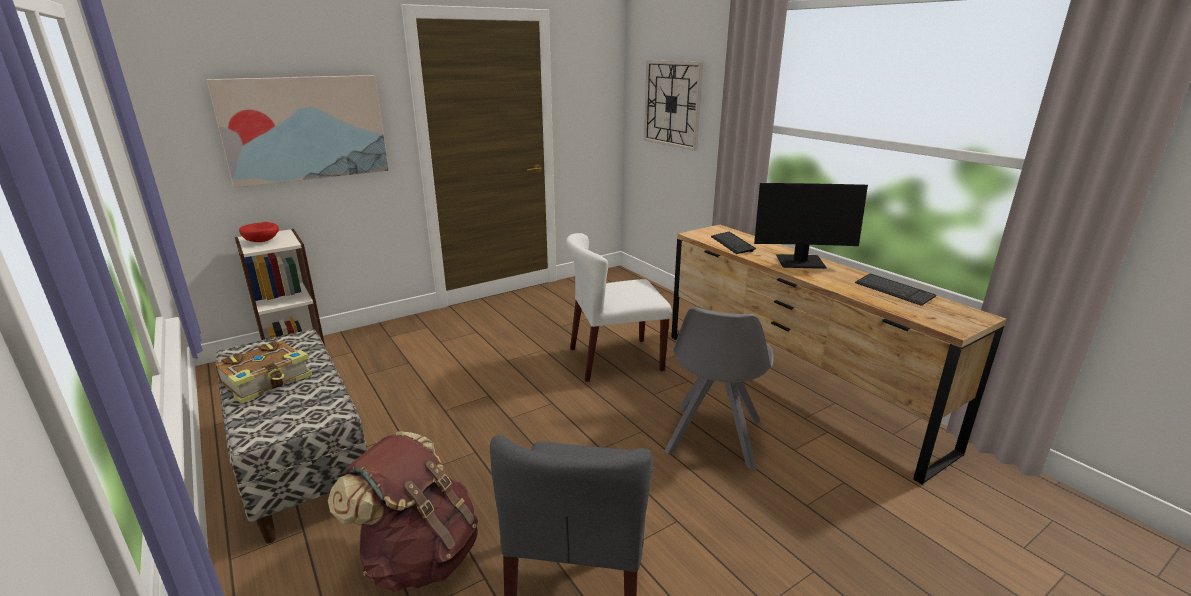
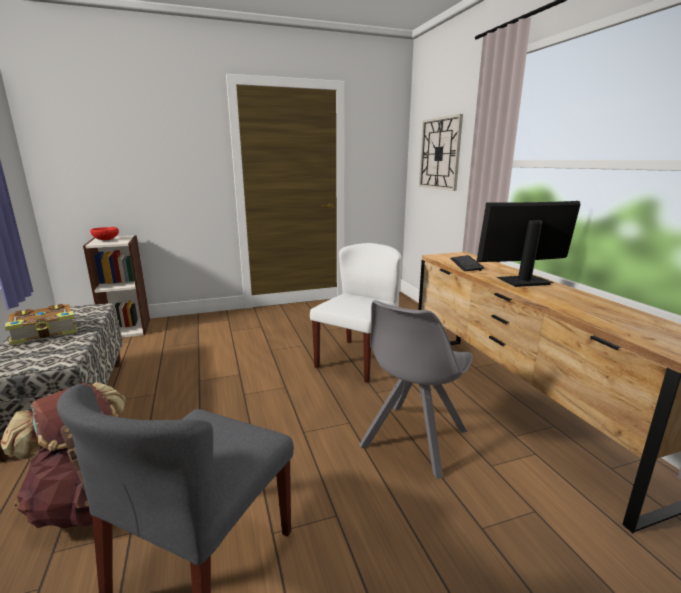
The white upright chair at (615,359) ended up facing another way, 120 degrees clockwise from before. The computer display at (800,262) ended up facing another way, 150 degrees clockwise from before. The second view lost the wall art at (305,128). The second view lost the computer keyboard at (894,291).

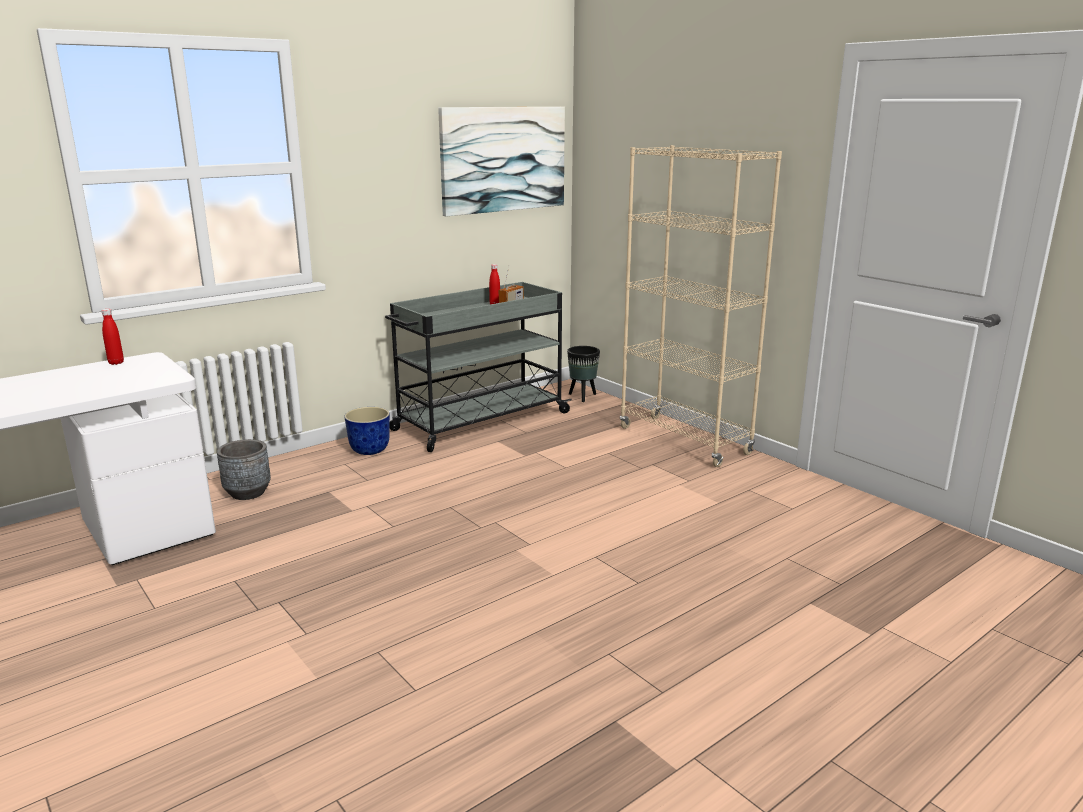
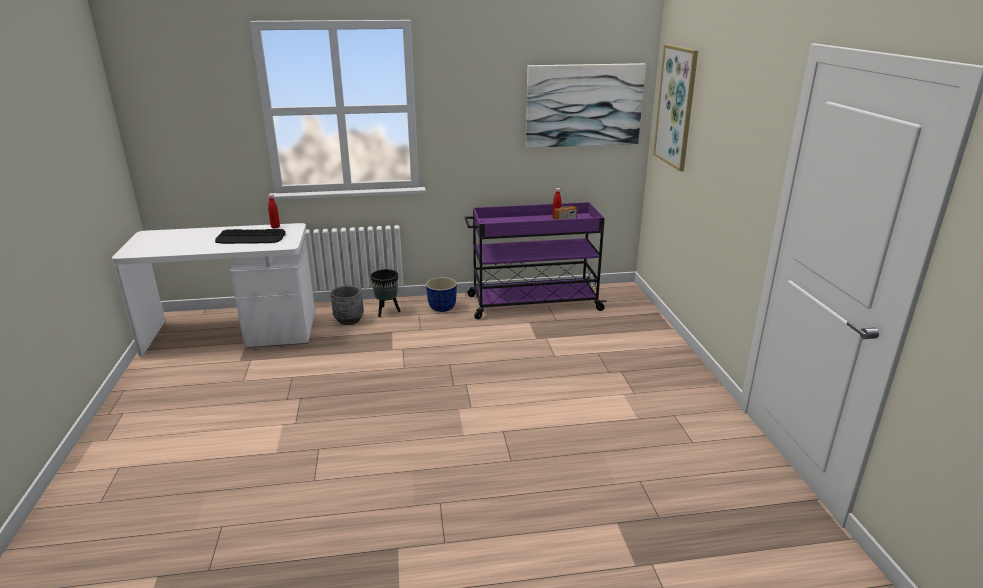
The second view gained the computer keyboard at (251,238). The black plant pot ended up elsewhere, having gone from (582,397) to (387,312). What was the gray trolley at (479,421) turned into the purple-coloured trolley at (532,303). The second view gained the wall art at (676,107). The second view lost the sand-coloured shelving unit at (684,441).

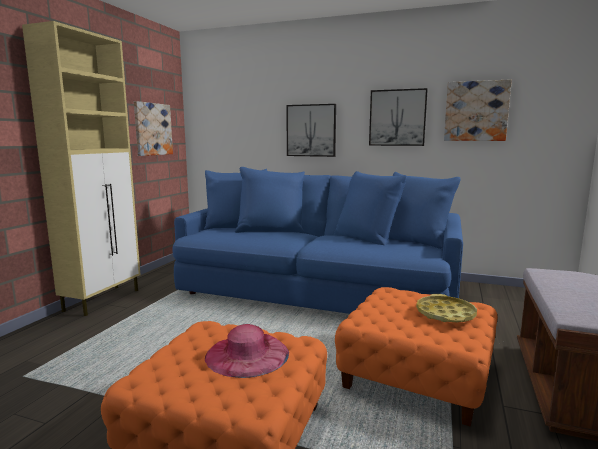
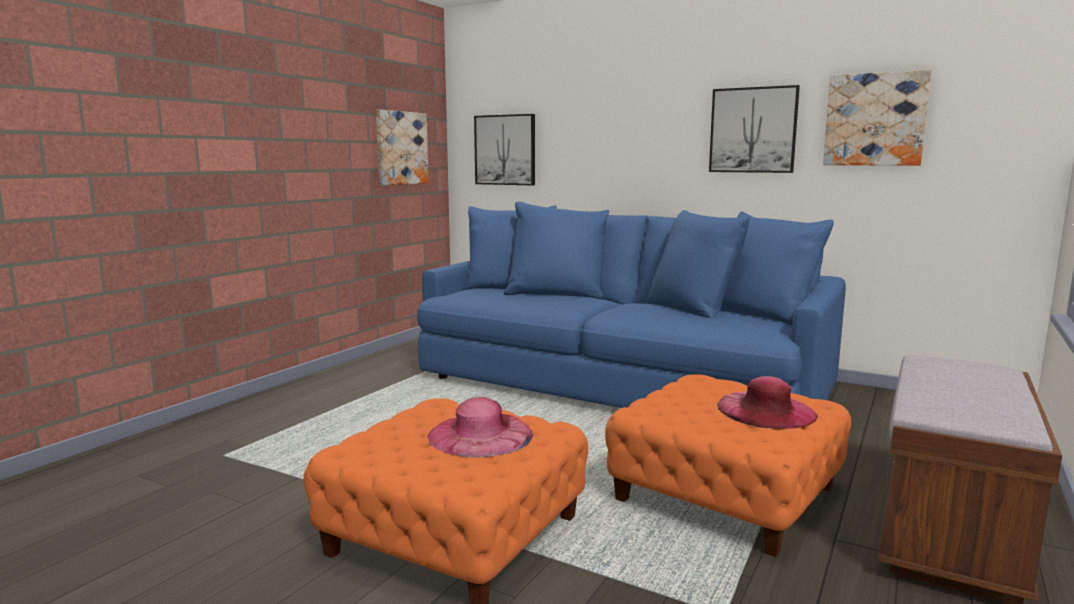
The wall art ended up elsewhere, having gone from (311,130) to (505,150). Where the yellowish carrying tray stood at (445,314), the pink wearable hat came to stand at (766,410). The second view lost the sand-coloured cupboard at (103,300).

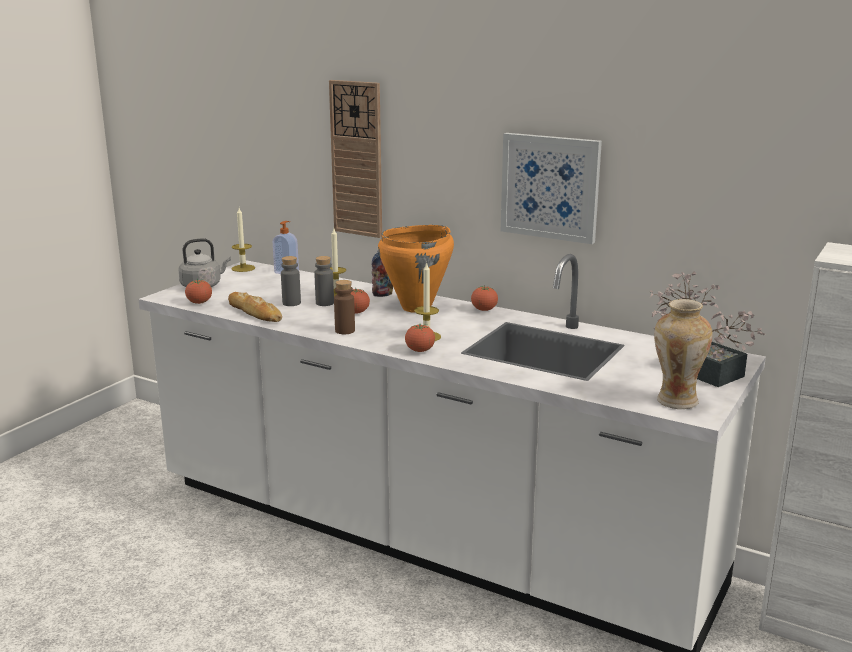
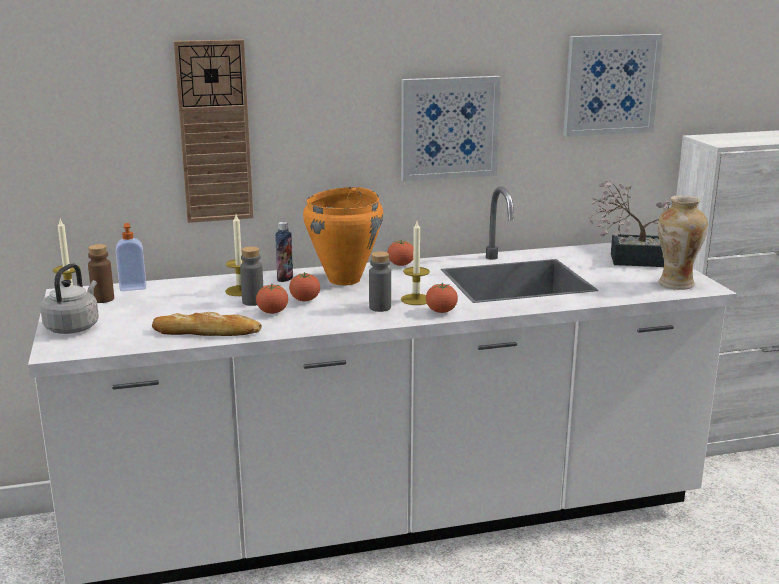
The brownish drink bottle ended up elsewhere, having gone from (345,331) to (103,299). The whole tomato ended up elsewhere, having gone from (199,303) to (272,312). The gray drink bottle ended up elsewhere, having gone from (291,303) to (380,307). The second view gained the wall art at (610,84).

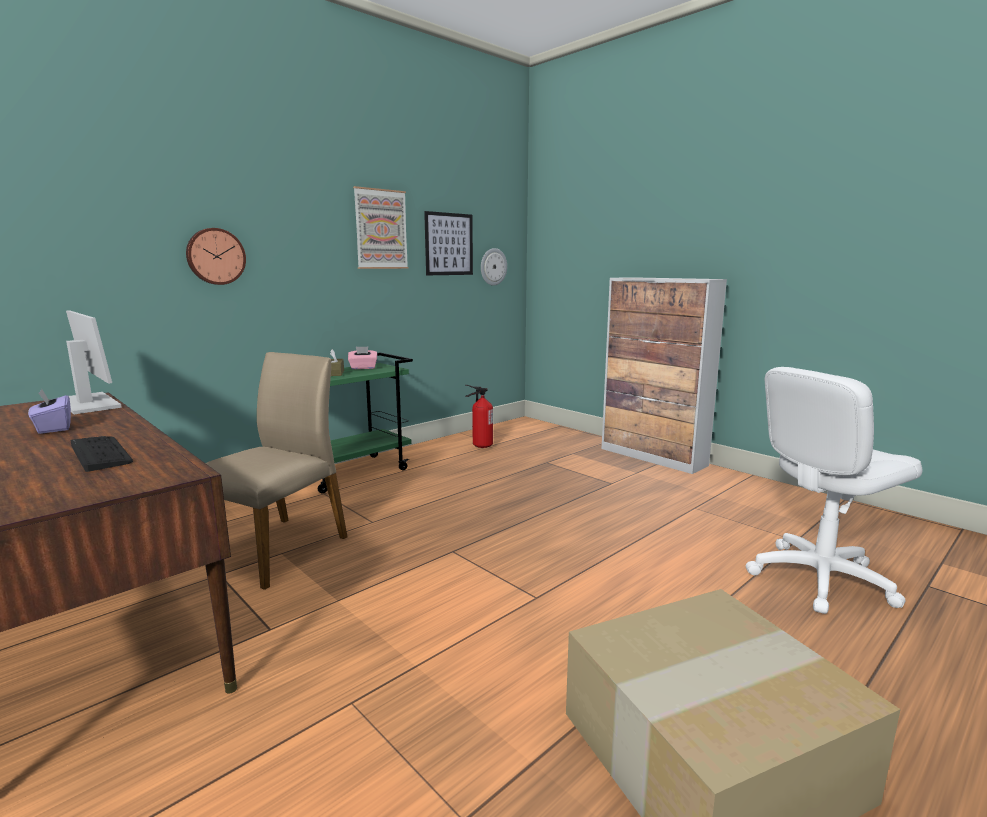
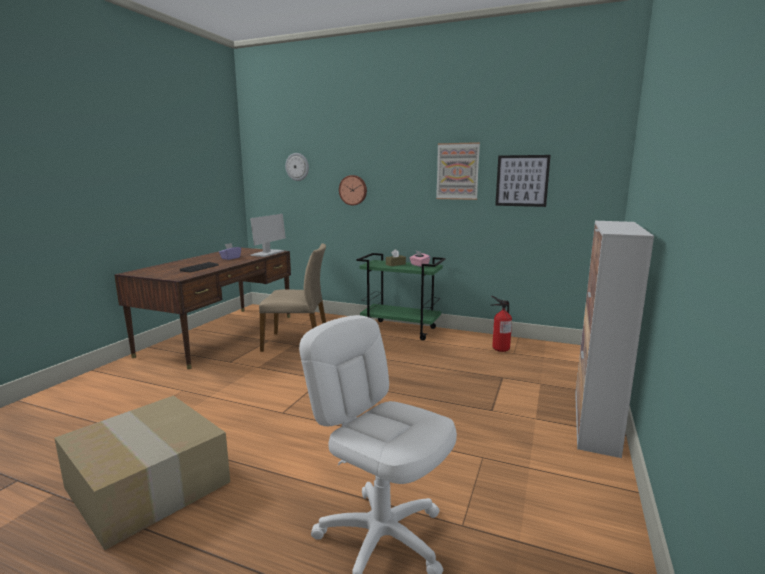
The clock on the wall ended up elsewhere, having gone from (493,267) to (297,167).

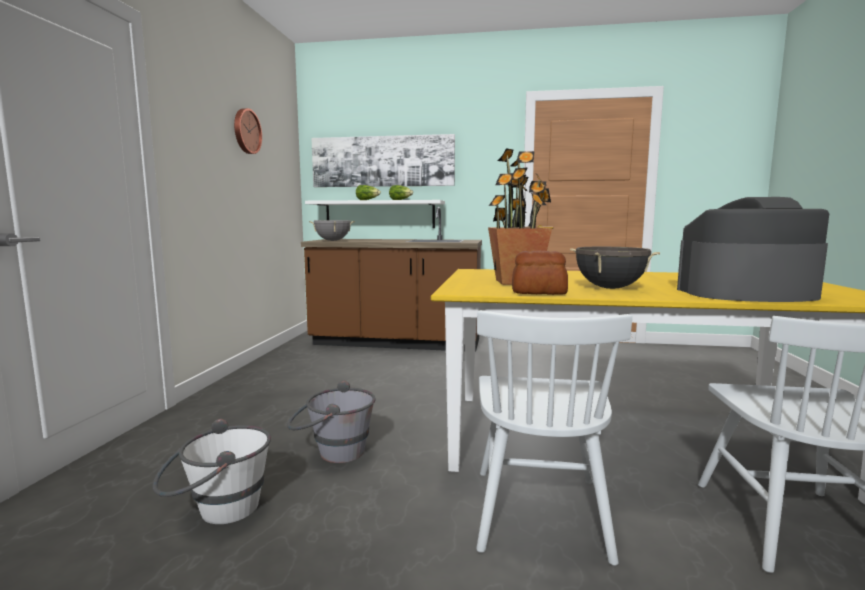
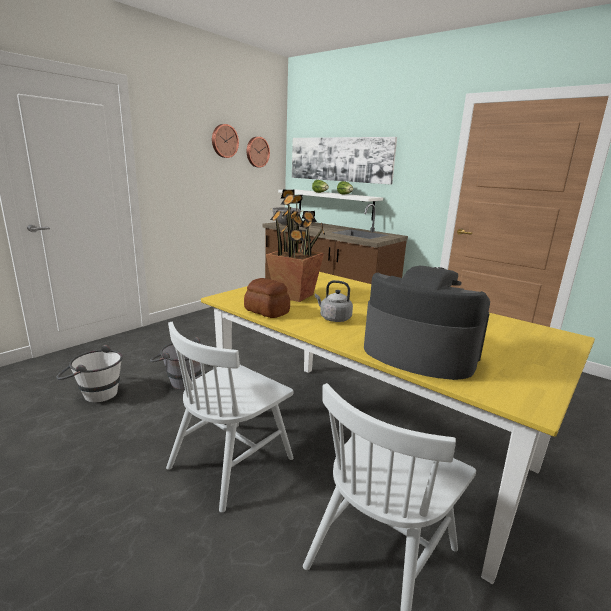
The second view gained the clock on the wall at (257,152). Where the black cooking pot stood at (610,288), the gray kettle came to stand at (333,318).

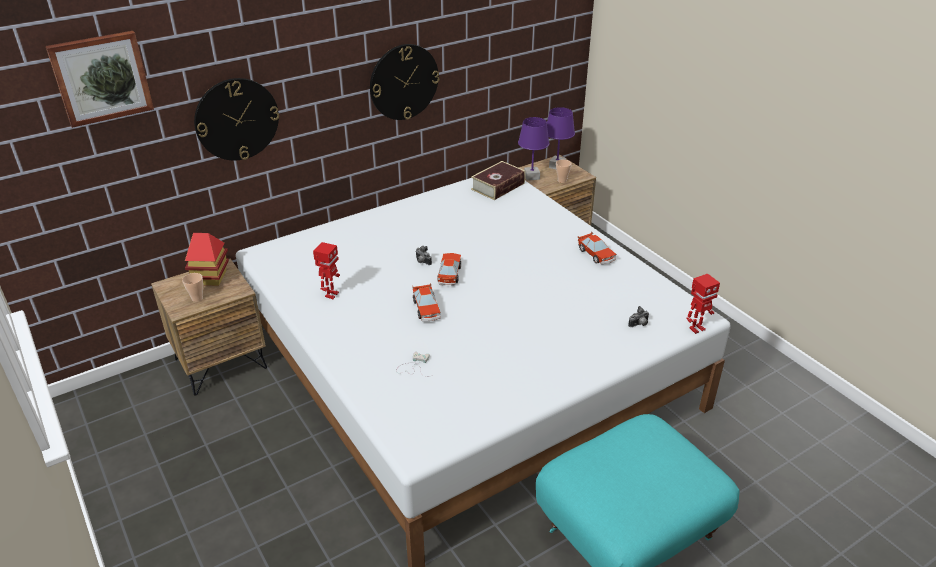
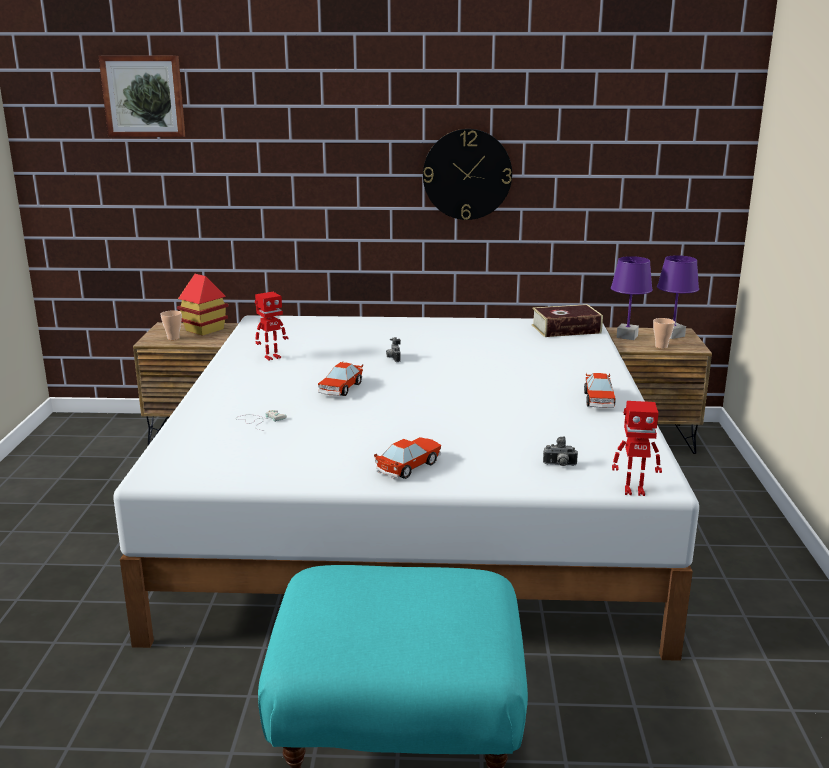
The miniature car ended up elsewhere, having gone from (449,274) to (409,466). The second view lost the clock on the wall at (236,119).

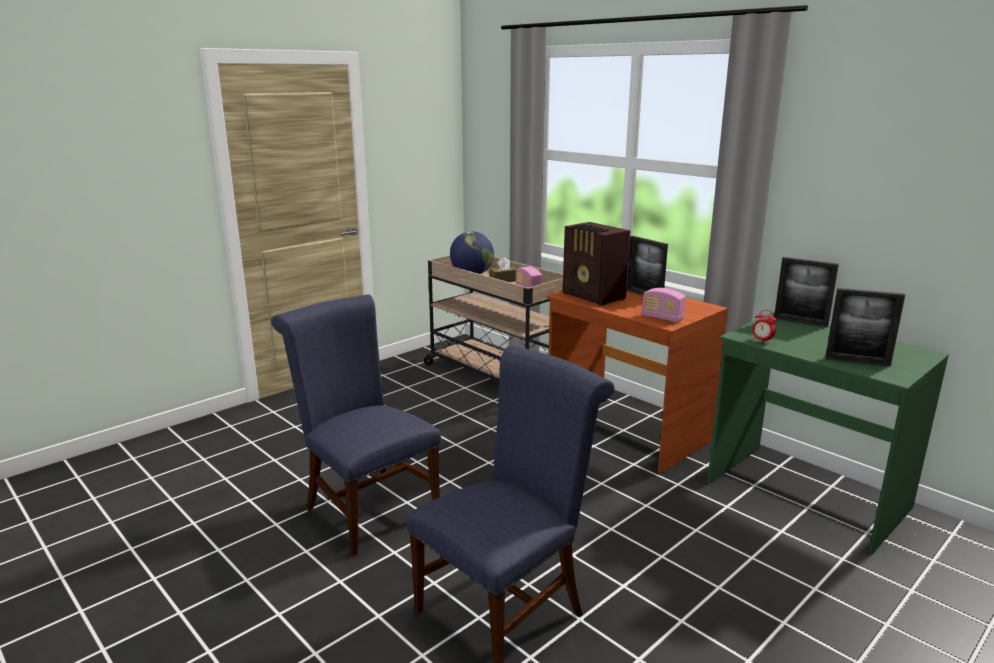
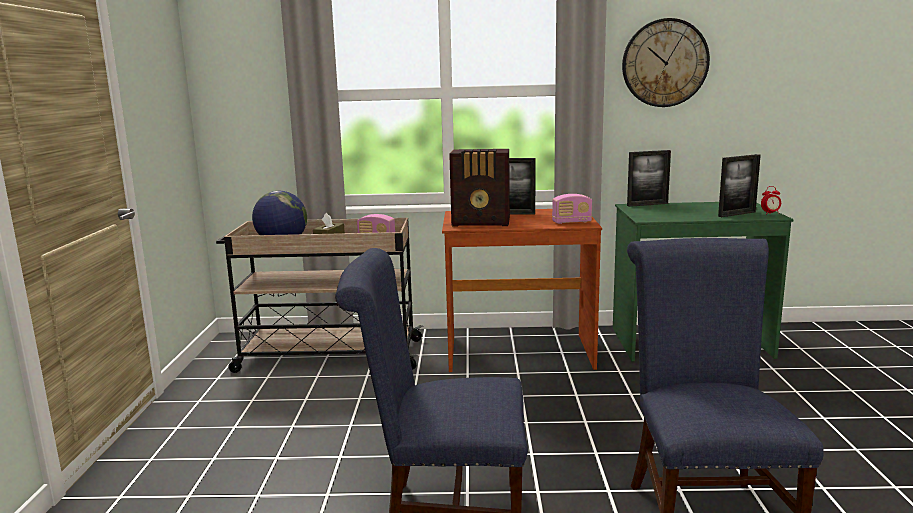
The second view gained the clock on the wall at (665,63). The table clock ended up elsewhere, having gone from (762,341) to (770,213).

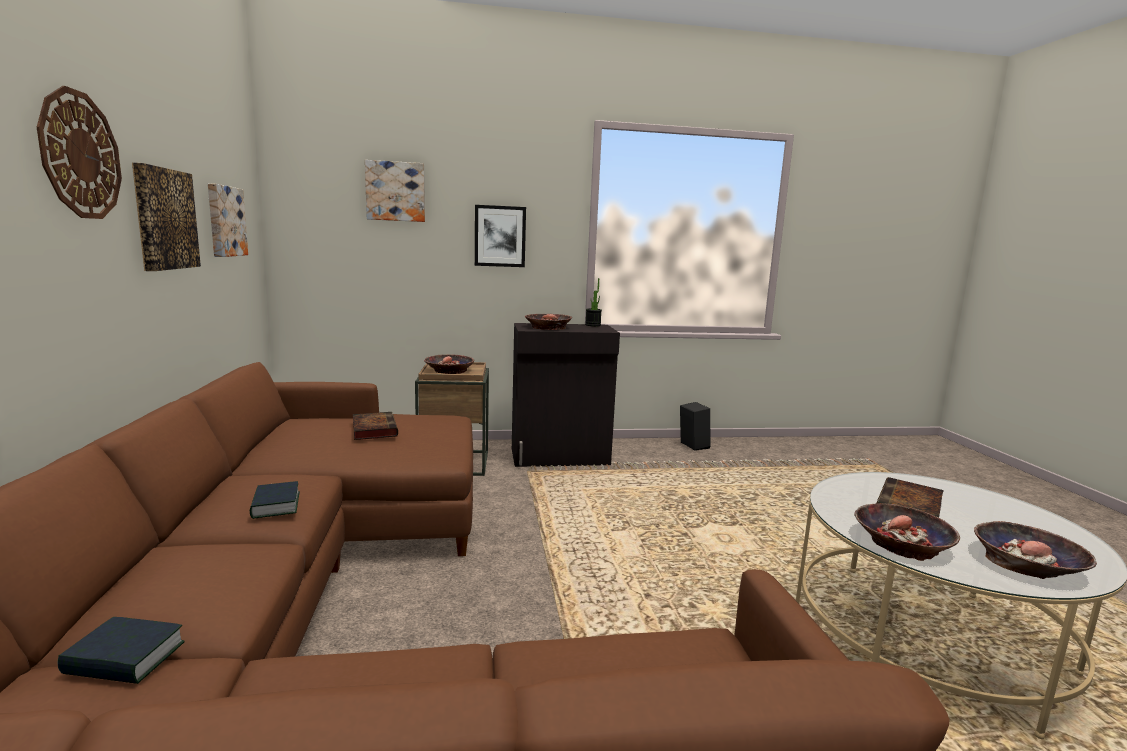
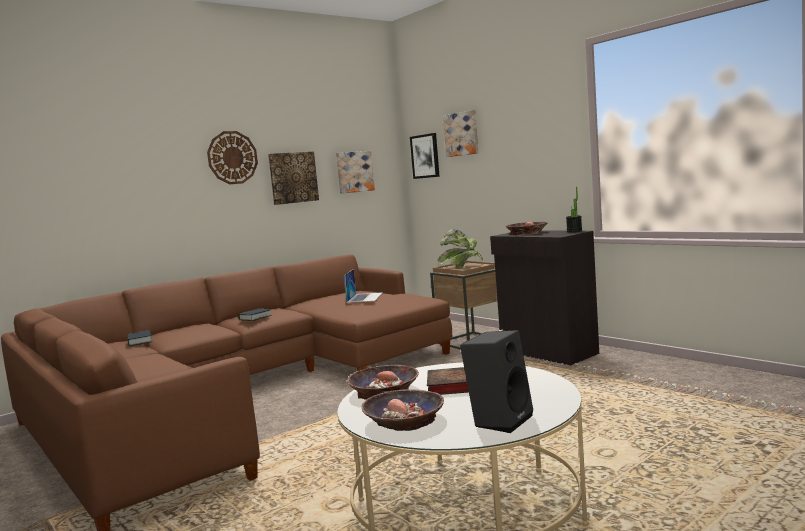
Where the book stood at (373,429), the notebook computer came to stand at (364,297). The wall art ended up elsewhere, having gone from (500,236) to (425,156). Where the deep dish stood at (449,370), the potted plant came to stand at (462,267). The black loudspeaker ended up elsewhere, having gone from (692,446) to (499,420).

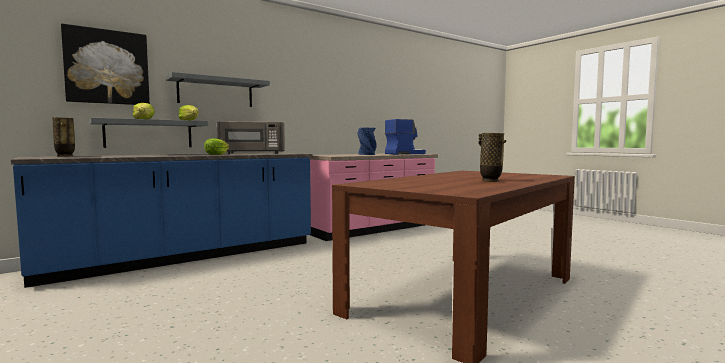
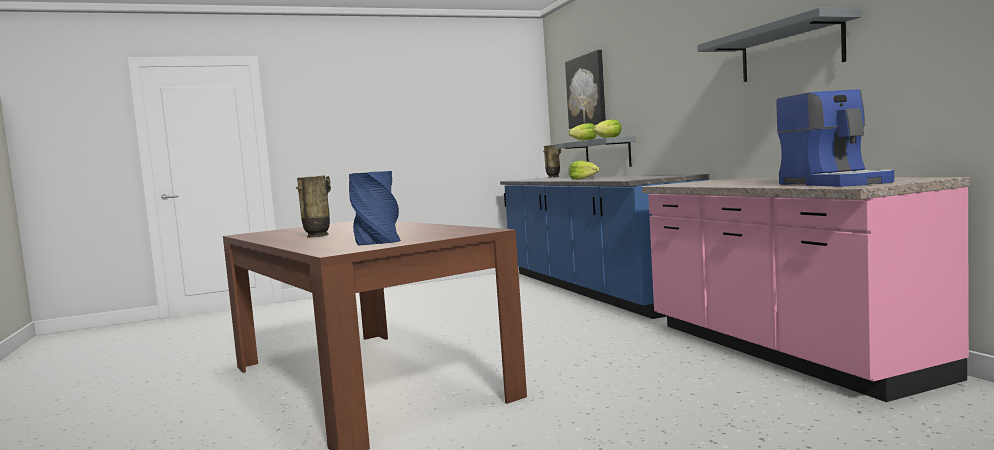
The blue-coloured decorative vase ended up elsewhere, having gone from (367,154) to (377,242). The gray bracket shelf ended up elsewhere, having gone from (215,92) to (790,50). The second view lost the gray microwave oven at (252,153).

